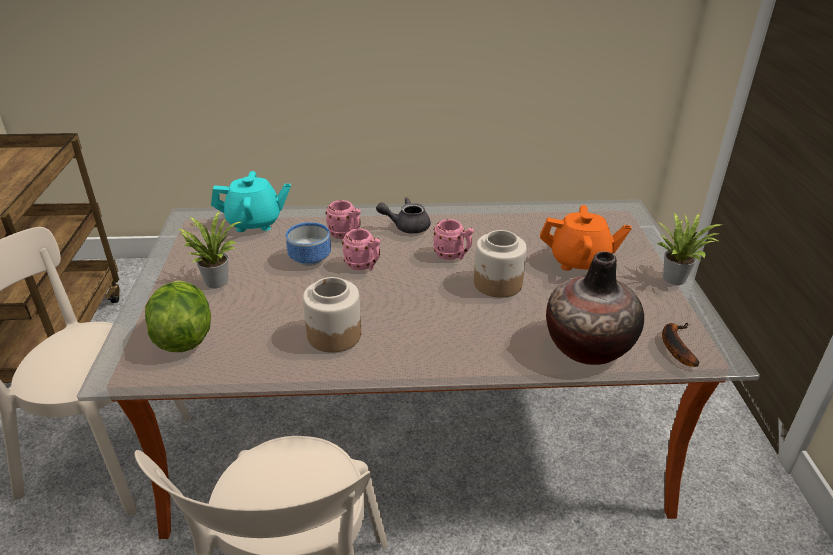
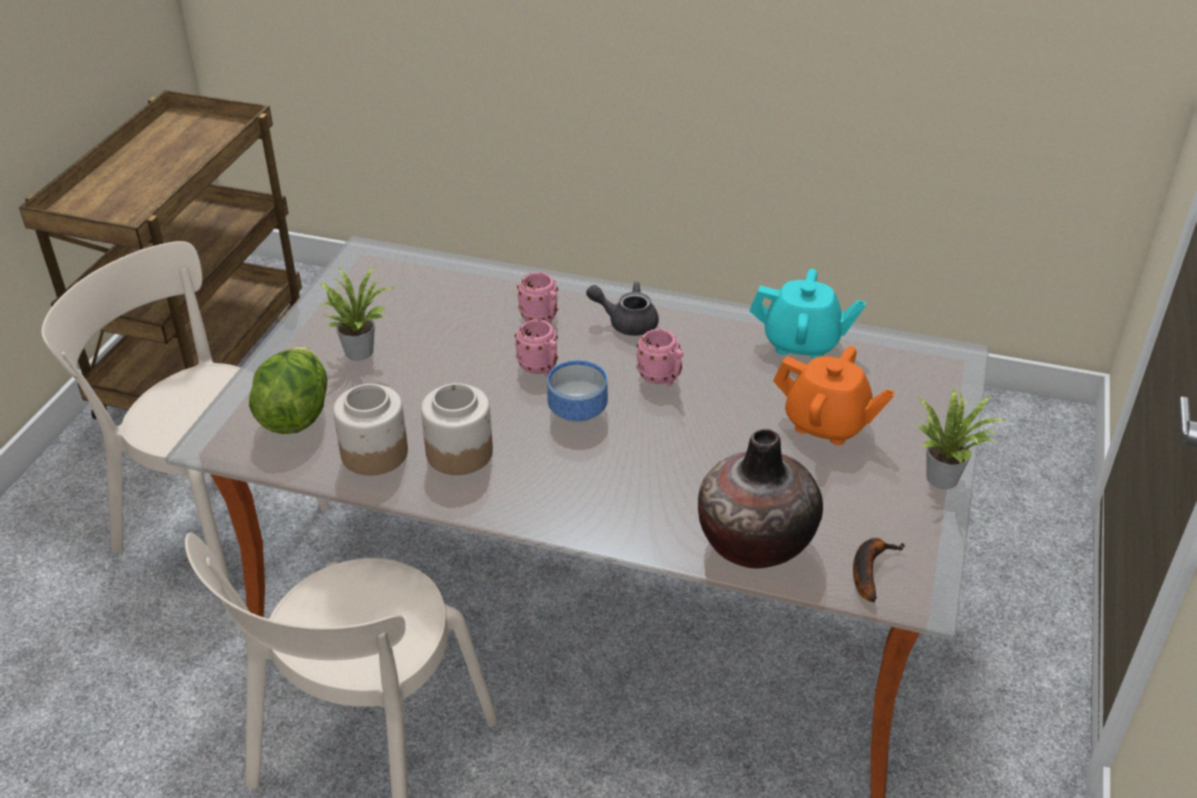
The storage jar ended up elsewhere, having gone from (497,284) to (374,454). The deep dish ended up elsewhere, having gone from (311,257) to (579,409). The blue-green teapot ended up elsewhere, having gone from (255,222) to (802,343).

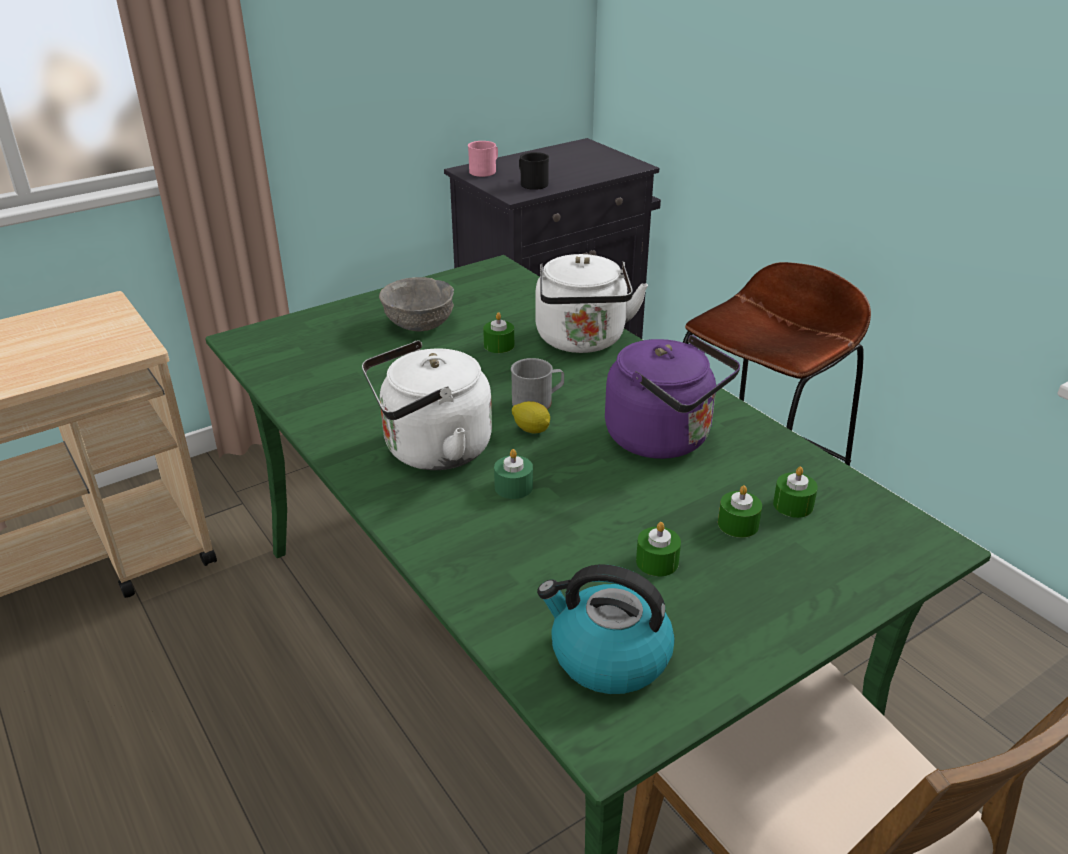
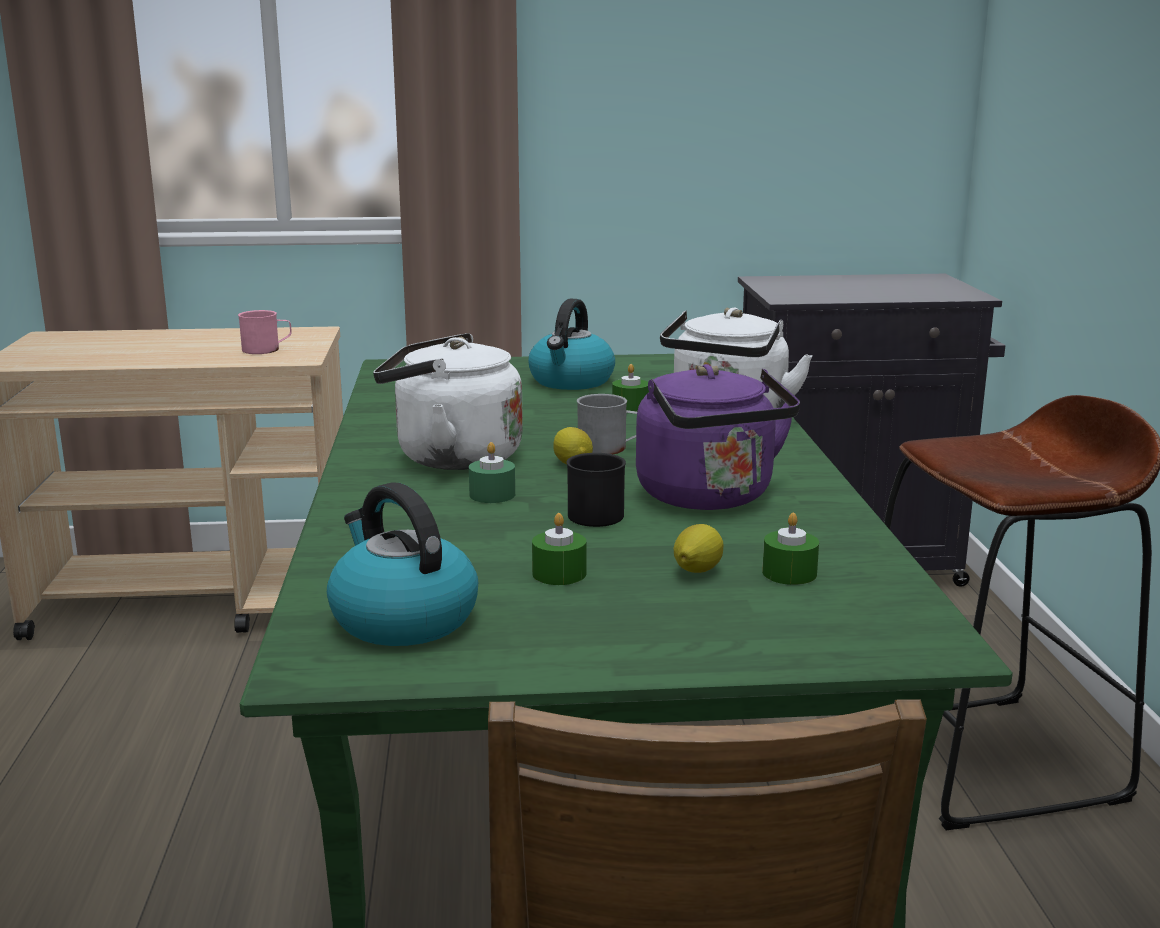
The pink coffee mug ended up elsewhere, having gone from (485,171) to (267,349). Where the gray deep dish stood at (419,324), the kettle came to stand at (571,381). The black coffee mug ended up elsewhere, having gone from (531,183) to (594,513). Where the greenish wax light stood at (738,524), the whole lemon came to stand at (696,571).

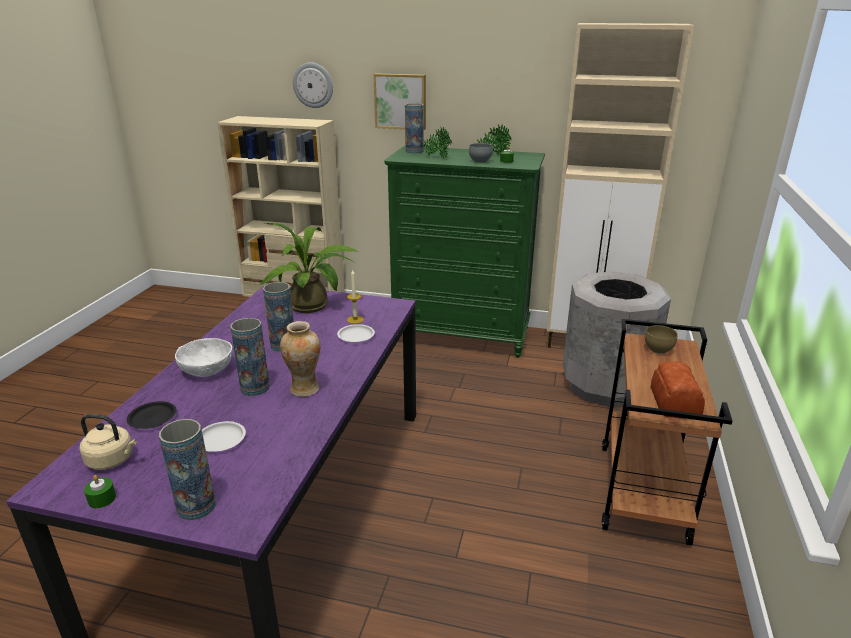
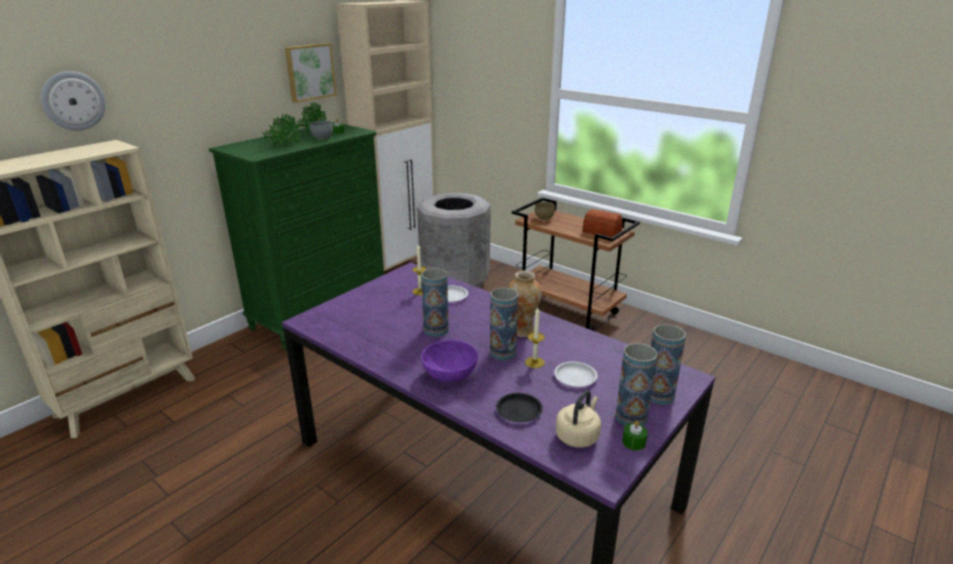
The wall art ended up elsewhere, having gone from (400,101) to (309,72). What was the white deep dish at (207,370) turned into the purple-coloured deep dish at (449,374). The second view gained the wax light at (534,362). The decorative vase ended up elsewhere, having gone from (414,151) to (631,417). The second view lost the potted plant at (313,306).

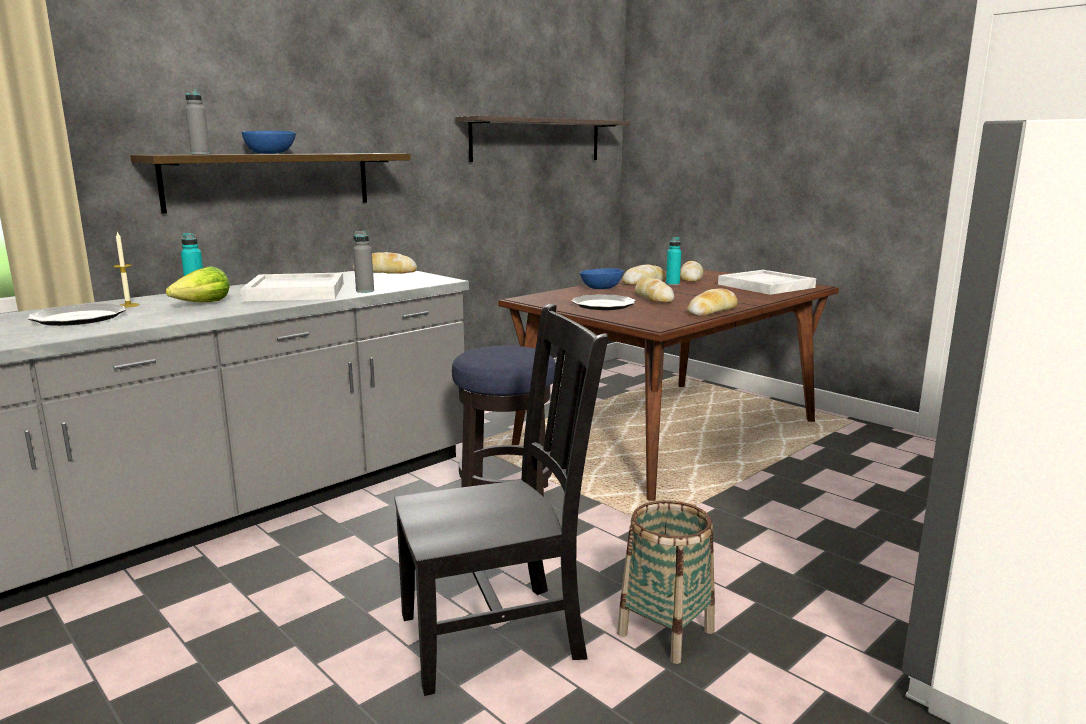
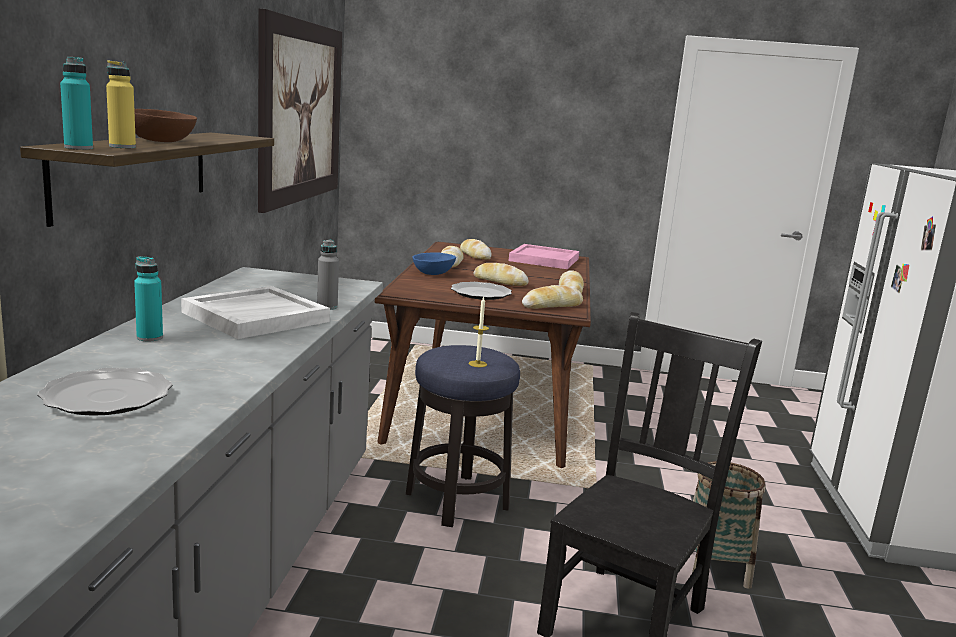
The blue-green drink bottle ended up elsewhere, having gone from (672,284) to (78,148). What was the gray drink bottle at (200,154) turned into the yellowish drink bottle at (122,147). What was the blue-coloured deep dish at (270,153) turned into the brownish deep dish at (160,141). Where the bracket shelf hung at (537,140), the wall art came to hang at (301,112). The wax light ended up elsewhere, having gone from (128,305) to (477,364). What was the white carrying tray at (766,286) turned into the pink carrying tray at (544,260). The baked bread ended up elsewhere, having gone from (384,272) to (552,306). The second view lost the lettuce head at (203,304).

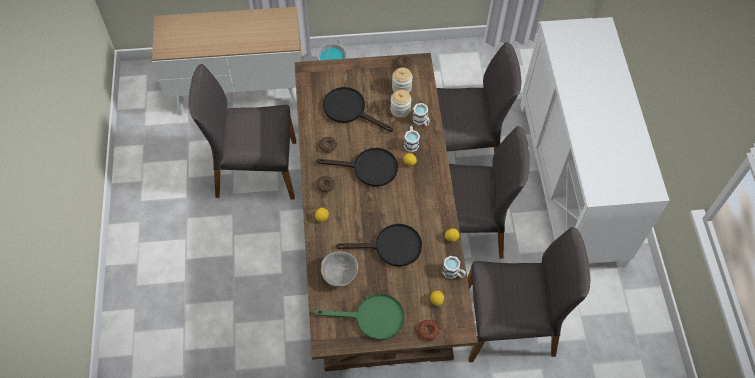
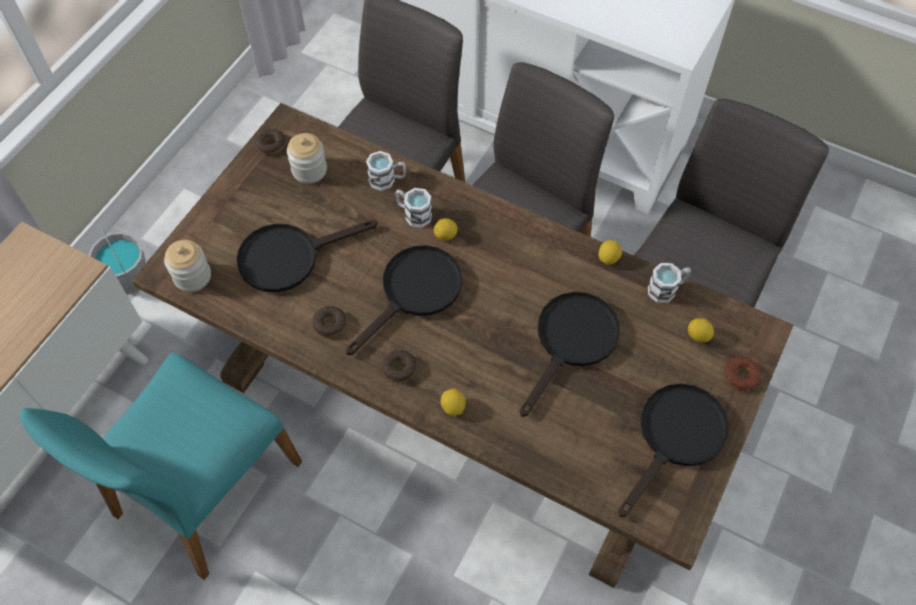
What was the gray upright chair at (255,170) turned into the blue-green upright chair at (204,488). The storage jar ended up elsewhere, having gone from (400,110) to (192,276). What was the greenish skillet at (372,318) turned into the black skillet at (676,438). The second view lost the gray deep dish at (340,275).

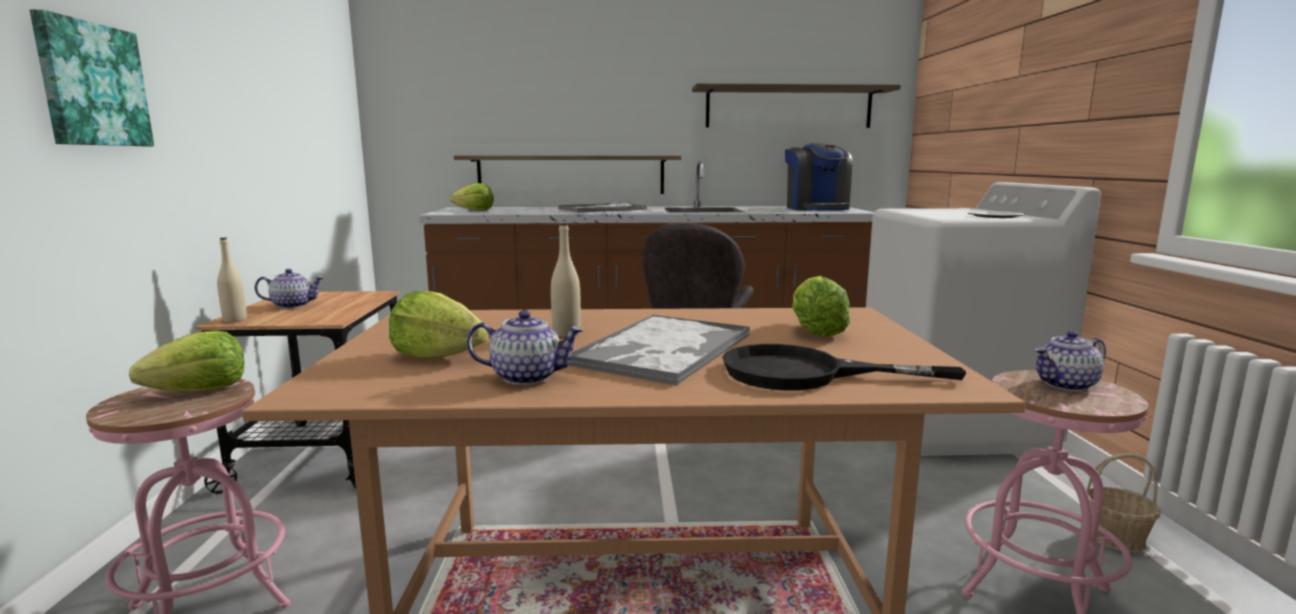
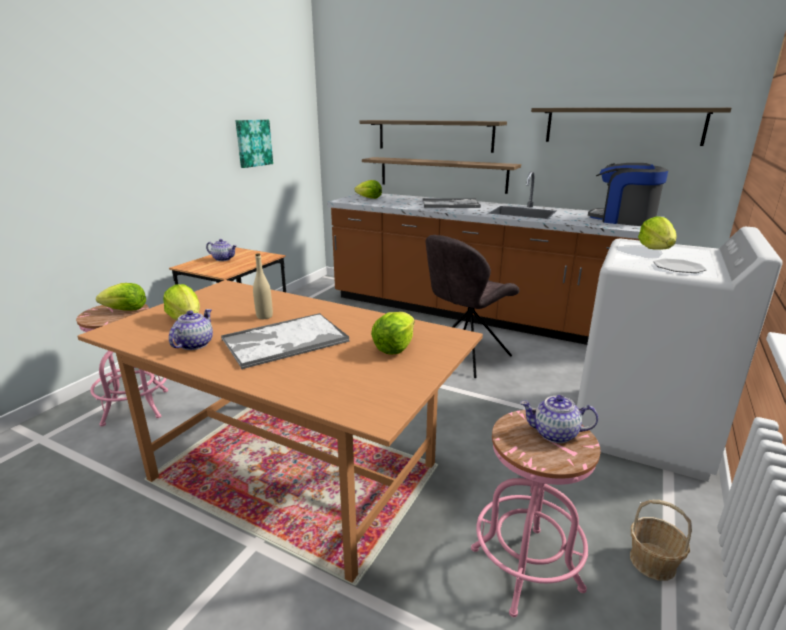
The teapot at (527,377) ended up facing another way, 105 degrees counterclockwise from before. The wall art ended up elsewhere, having gone from (91,85) to (253,143). The second view gained the bracket shelf at (434,135). The coffee maker at (817,209) ended up facing another way, 105 degrees clockwise from before. The second view gained the lettuce head at (656,249). The second view lost the sand-coloured drink bottle at (235,320). The second view lost the black skillet at (804,373).

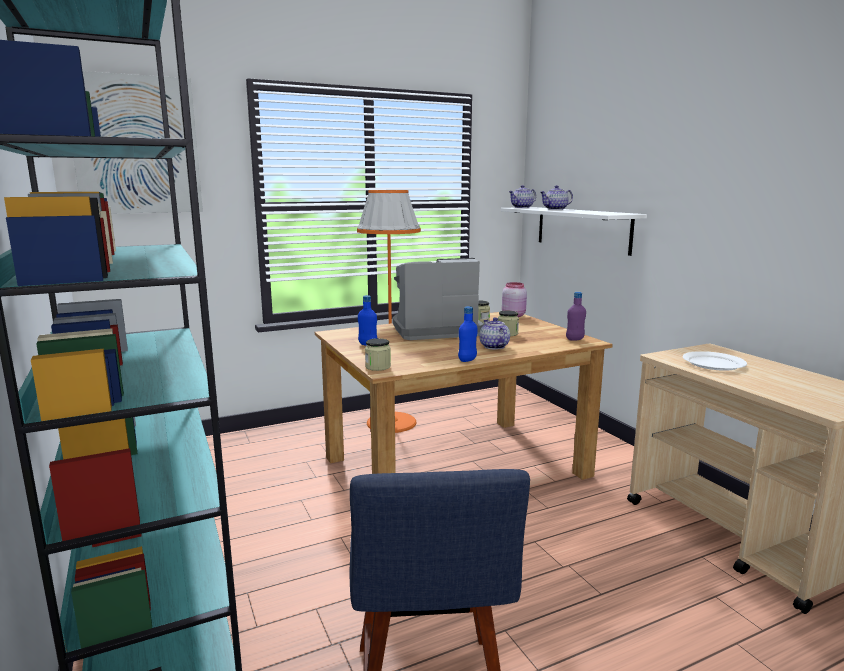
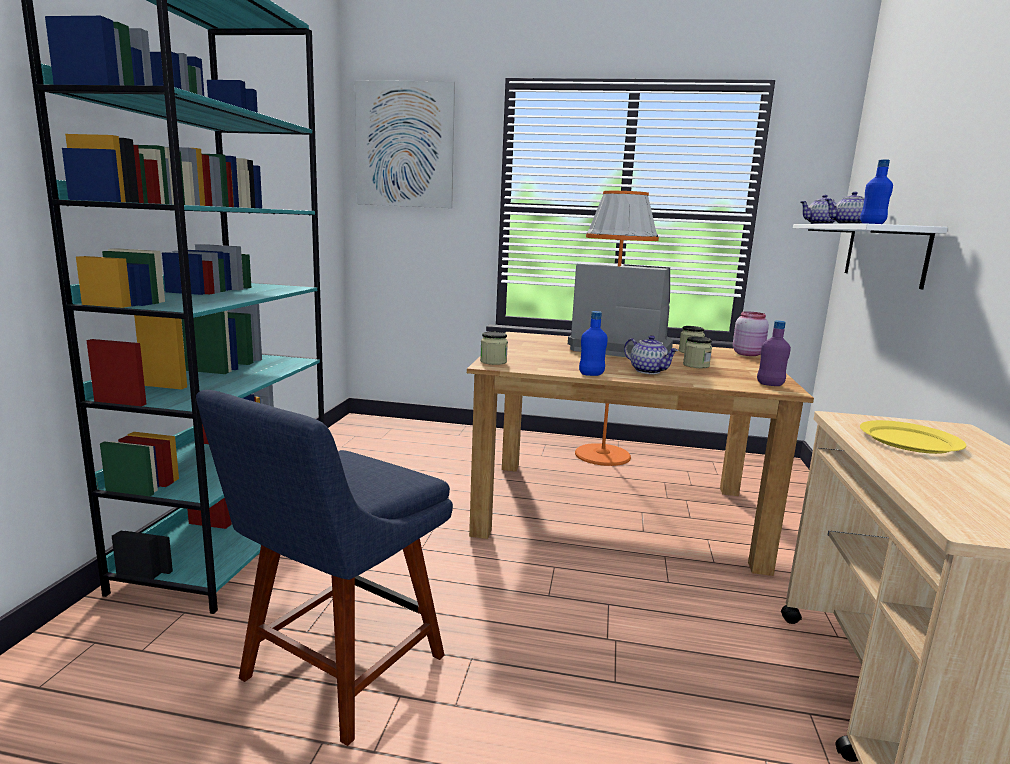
The teapot at (493,347) ended up facing another way, 120 degrees clockwise from before. The blue-coloured drink bottle ended up elsewhere, having gone from (367,344) to (872,224). What was the white plate at (713,363) turned into the yellowish plate at (909,440).

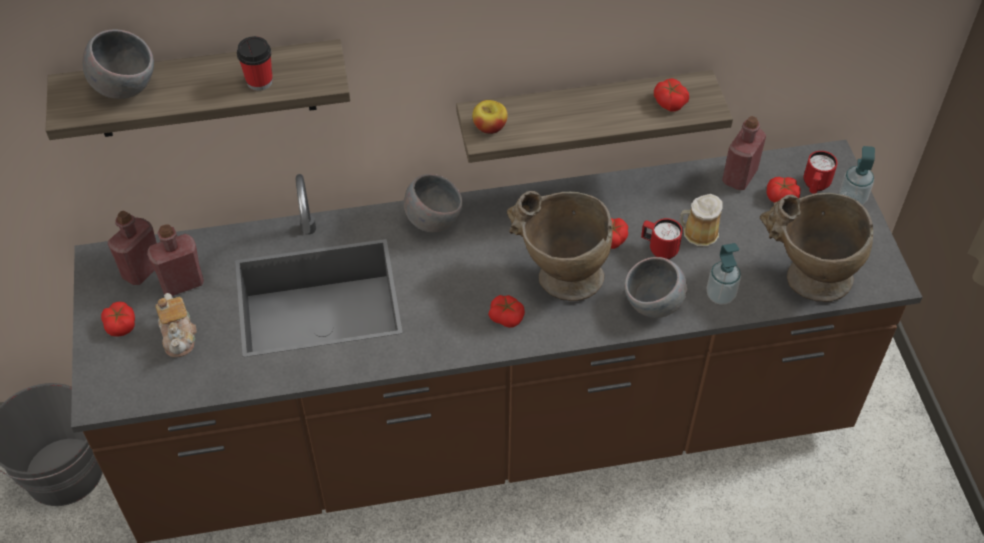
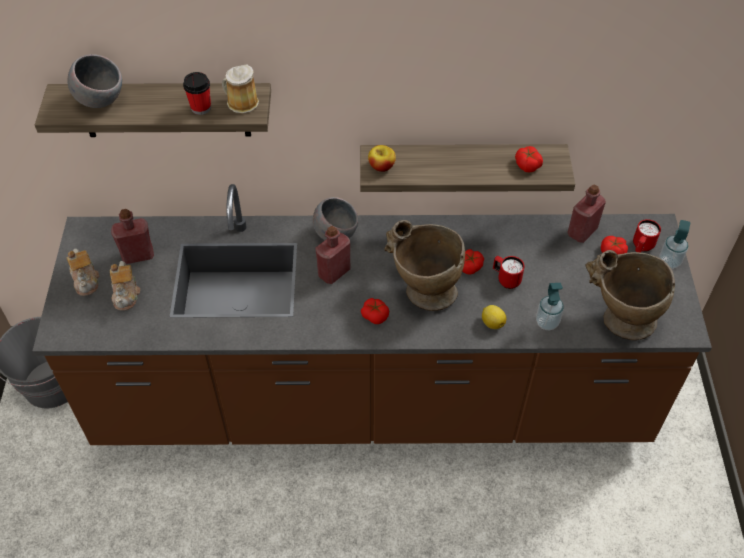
Where the whole tomato stood at (121,325), the teapot came to stand at (86,280). The coffee mug ended up elsewhere, having gone from (698,233) to (241,102). The red drink bottle ended up elsewhere, having gone from (142,270) to (334,272). Where the gray deep dish stood at (653,305), the whole lemon came to stand at (492,323).

